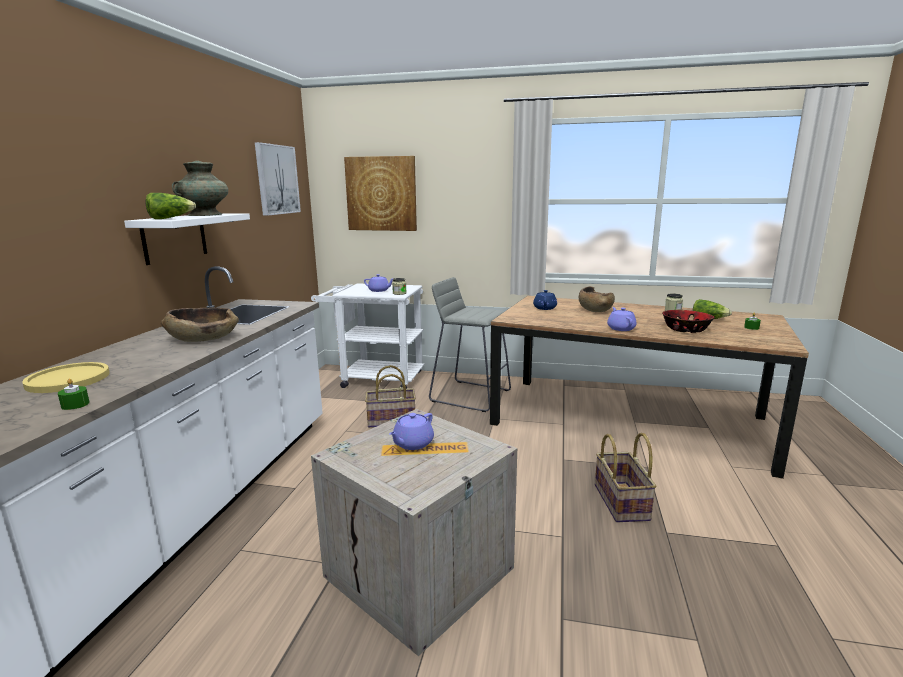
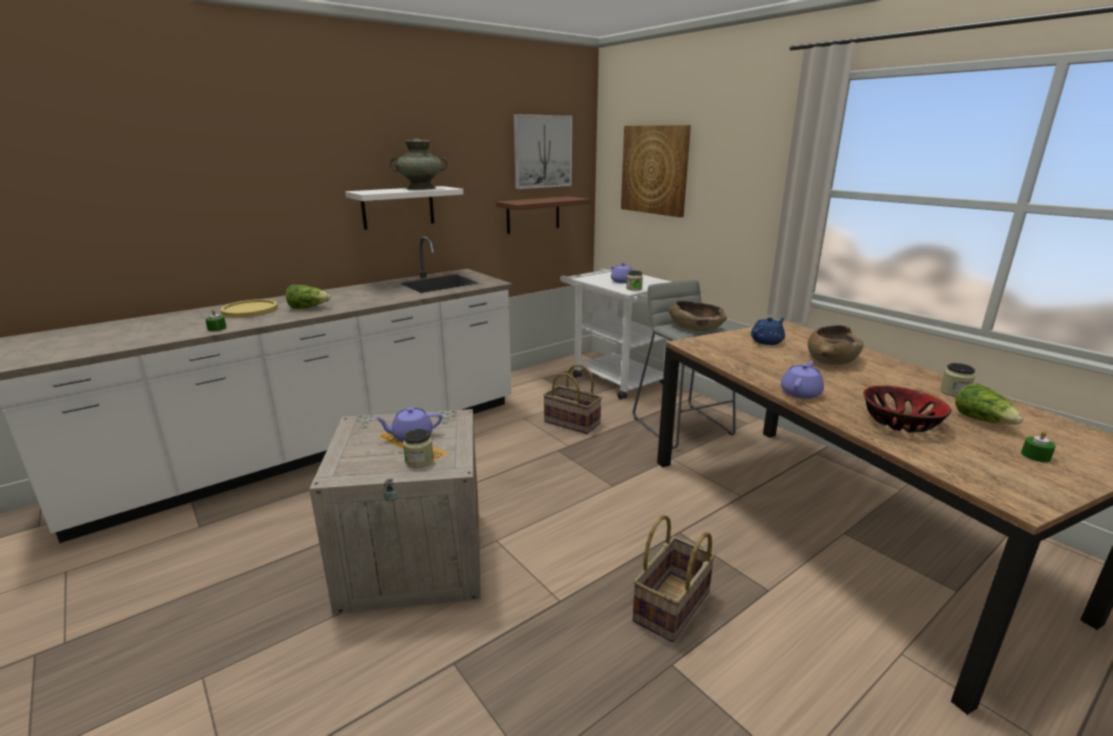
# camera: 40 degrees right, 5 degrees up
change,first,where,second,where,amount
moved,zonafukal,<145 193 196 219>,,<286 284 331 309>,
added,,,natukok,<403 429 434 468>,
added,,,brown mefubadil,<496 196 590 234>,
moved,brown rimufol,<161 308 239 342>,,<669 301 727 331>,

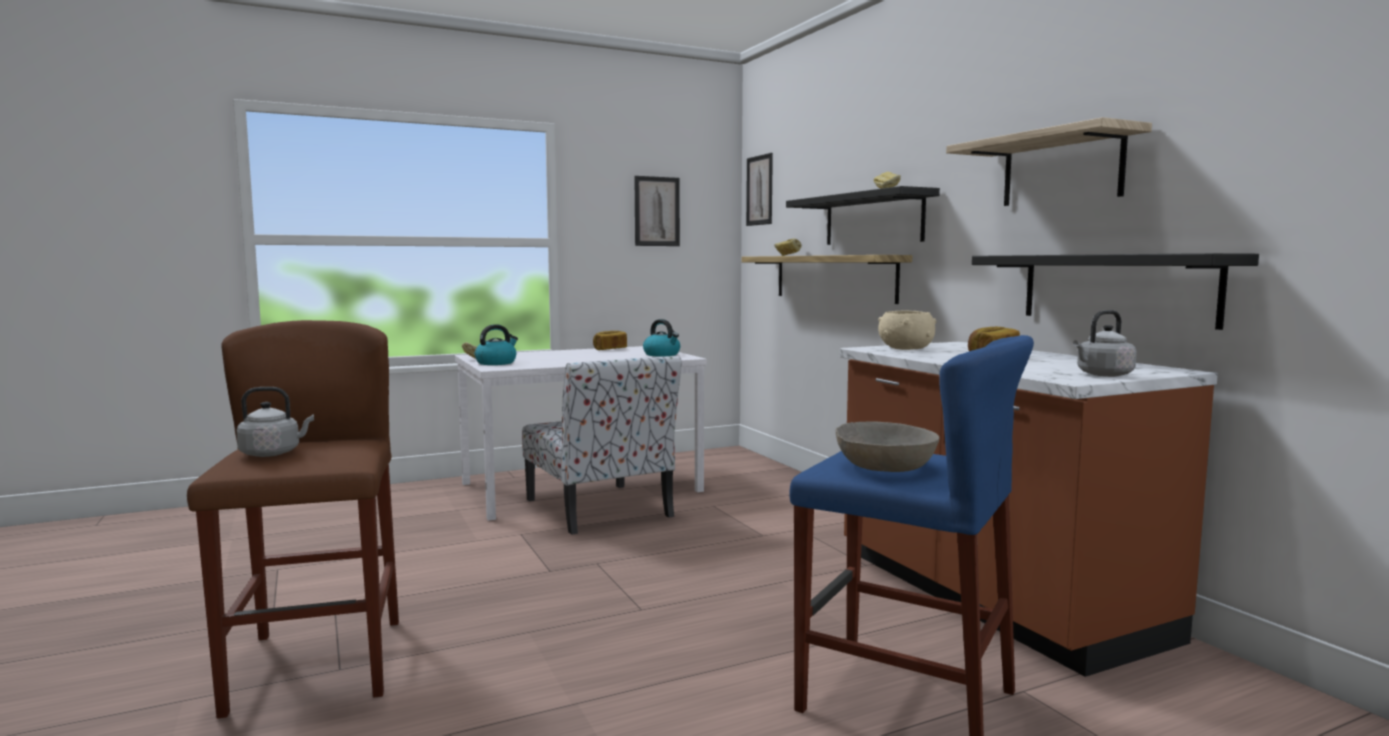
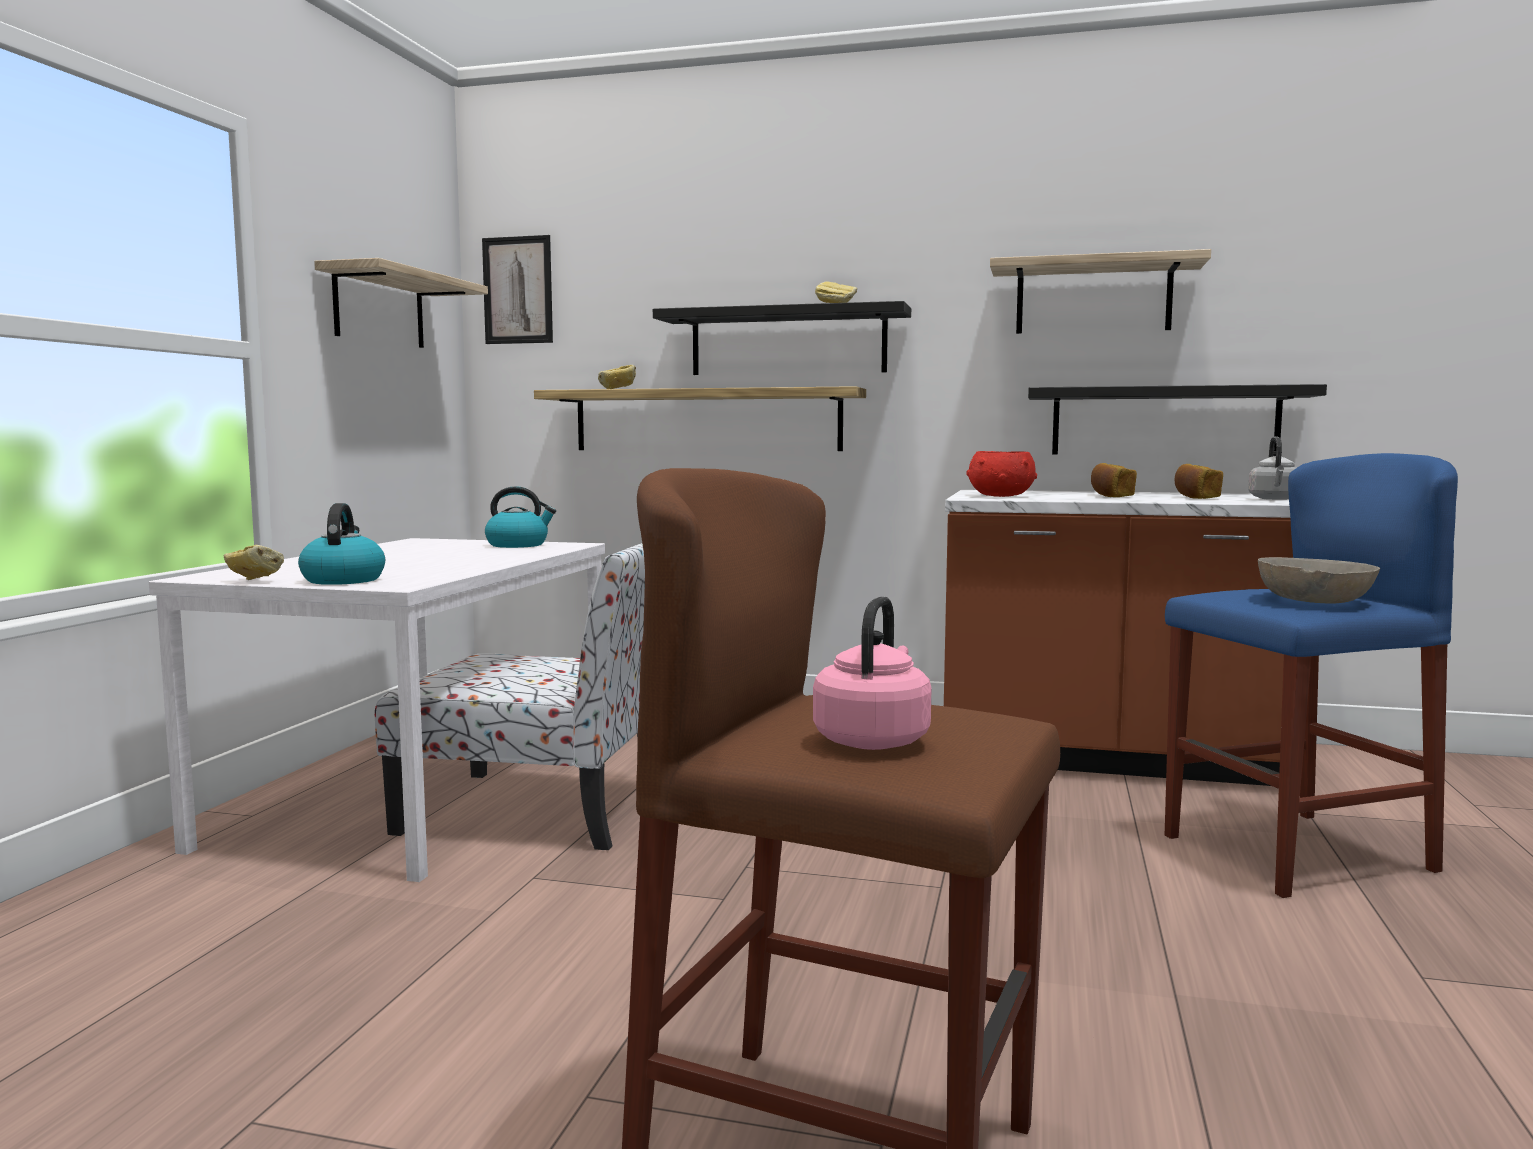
# camera: 50 degrees left, 0 degrees up
change,first,where,second,where,amount
replaced,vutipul,<634 176 680 246>,mefubadil,<314 258 488 348>,
recoloured,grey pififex,<236 387 314 457>,pink pififex,<813 597 932 750>,
recoloured,beige rimufol,<878 310 936 350>,red rimufol,<966 451 1037 497>,
moved,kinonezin,<593 331 627 350>,,<1175 464 1223 499>,

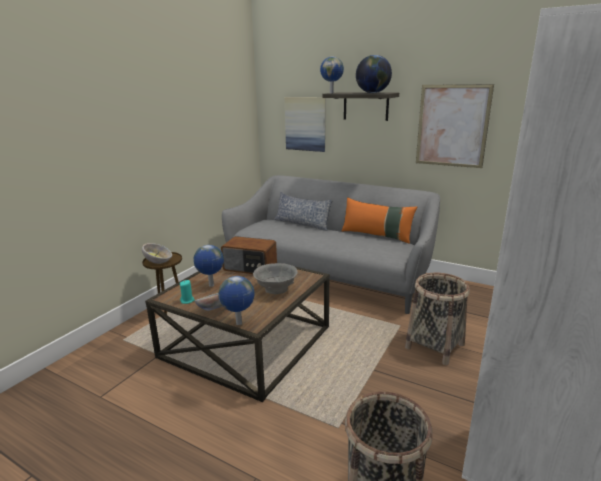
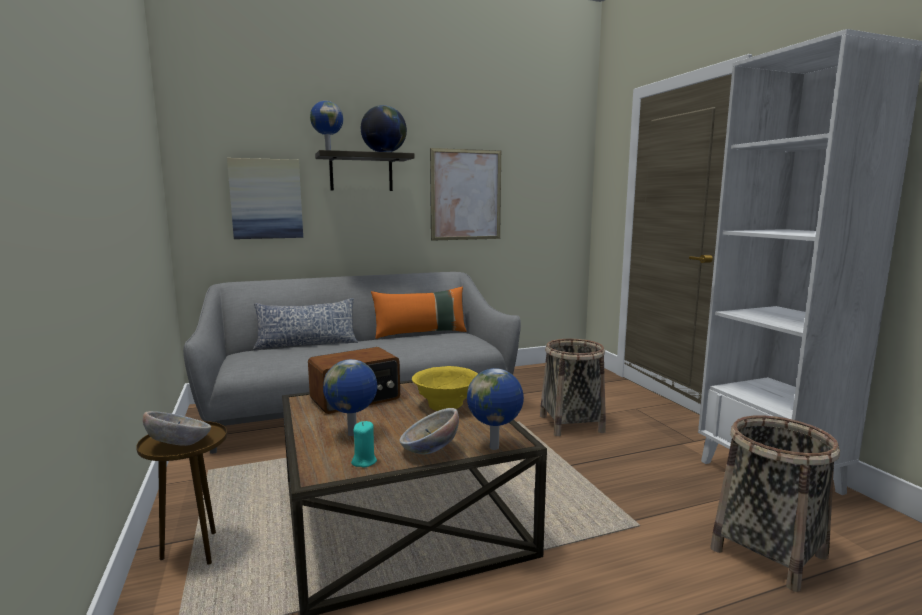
# camera: 50 degrees left, 10 degrees down
change,first,where,second,where,amount
recoloured,grey rimufol,<253 263 298 294>,yellow rimufol,<412 366 478 411>,

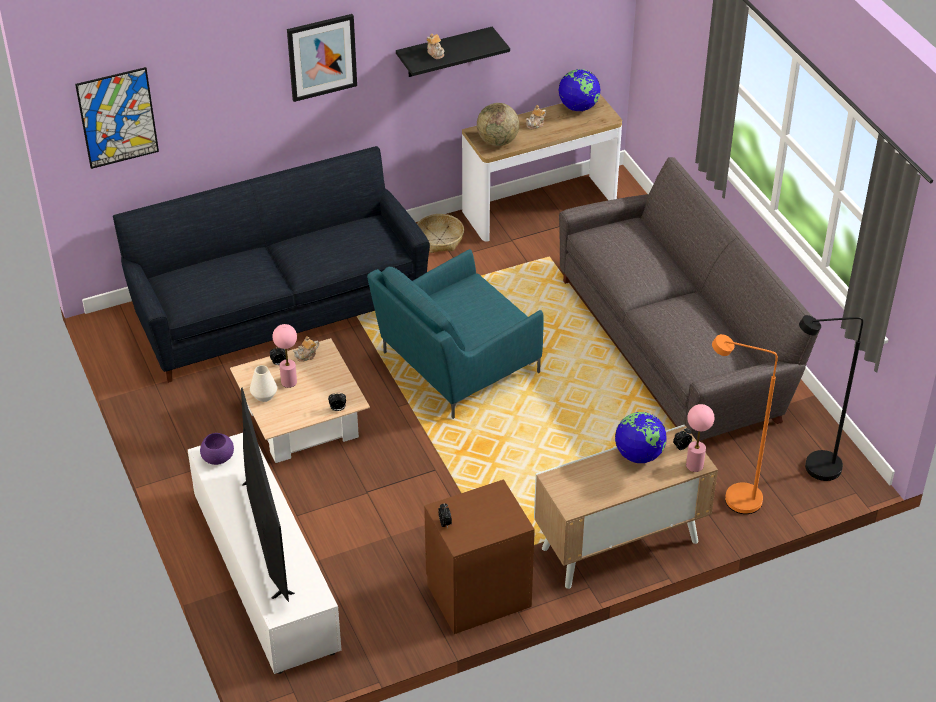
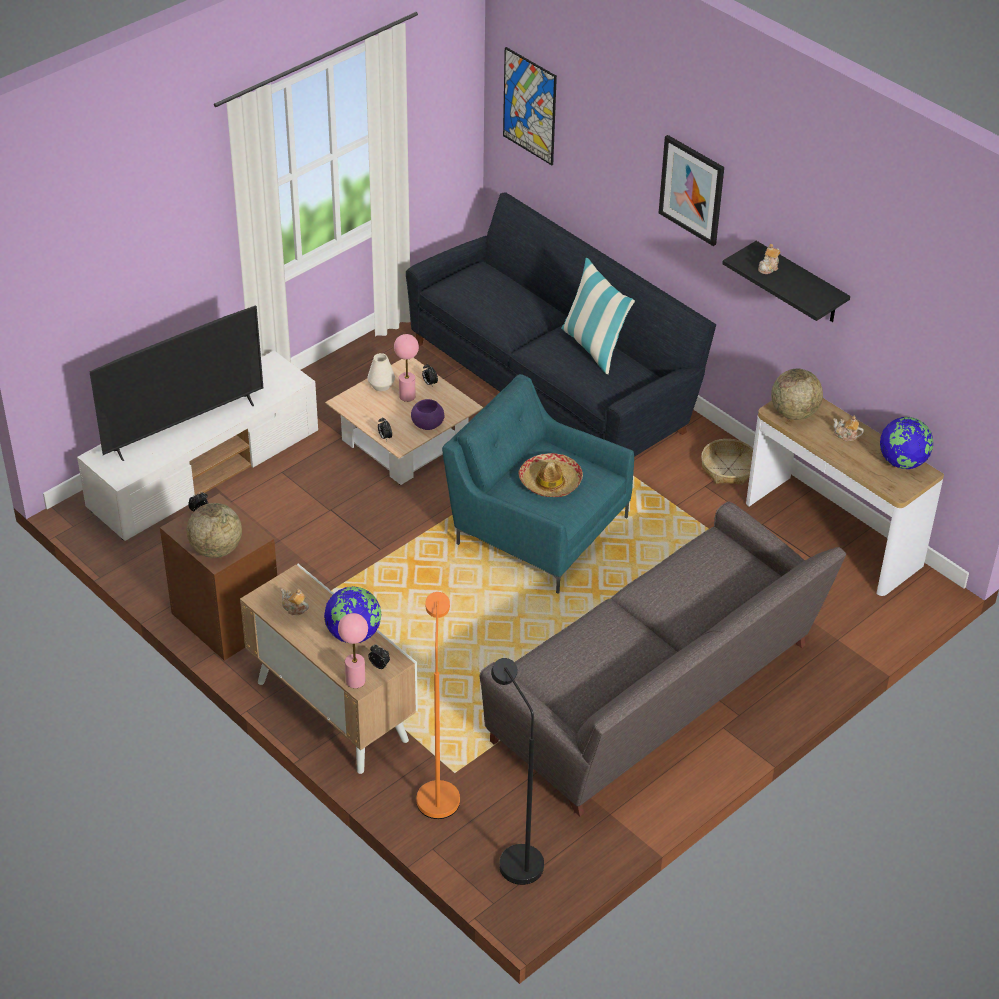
# camera: 70 degrees right, 0 degrees up
change,first,where,second,where,amount
added,,,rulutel,<187 503 242 558>,
moved,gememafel,<293 336 319 362>,,<281 589 309 615>,
moved,purple rimufol,<200 433 234 465>,,<411 399 445 430>,
added,,,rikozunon,<518 453 583 497>,
added,,,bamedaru,<561 258 635 374>,

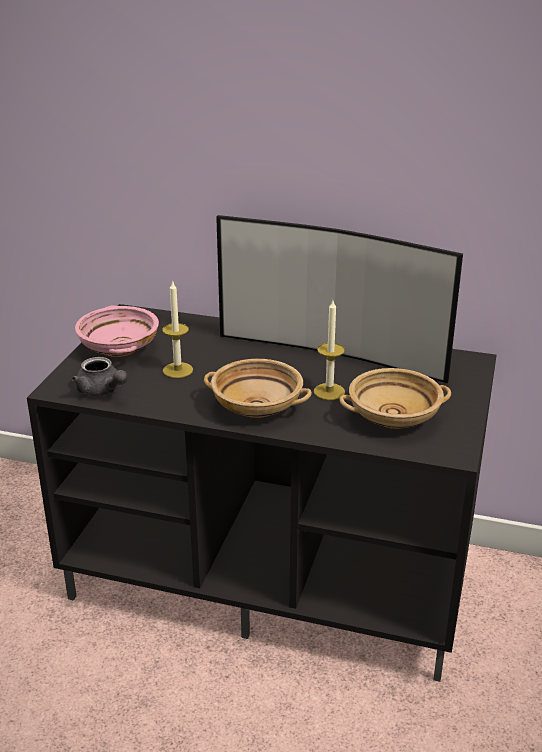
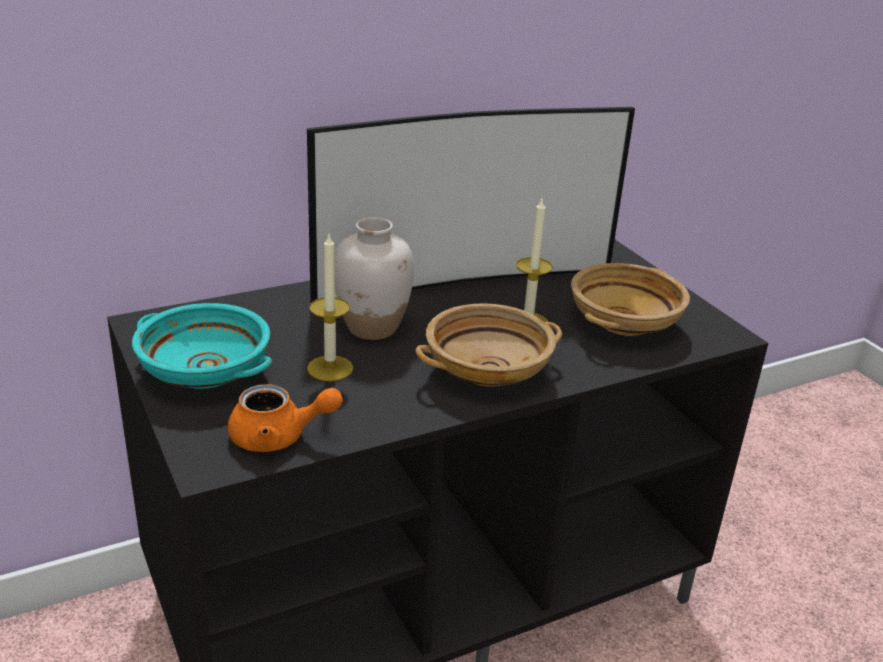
# camera: 45 degrees left, 0 degrees up
change,first,where,second,where,amount
recoloured,pink rimufol,<75 306 159 357>,turquoise rimufol,<132 303 272 389>,
recoloured,grey gememafel,<72 357 128 396>,orange gememafel,<228 384 343 452>,
added,,,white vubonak,<334 217 414 340>,

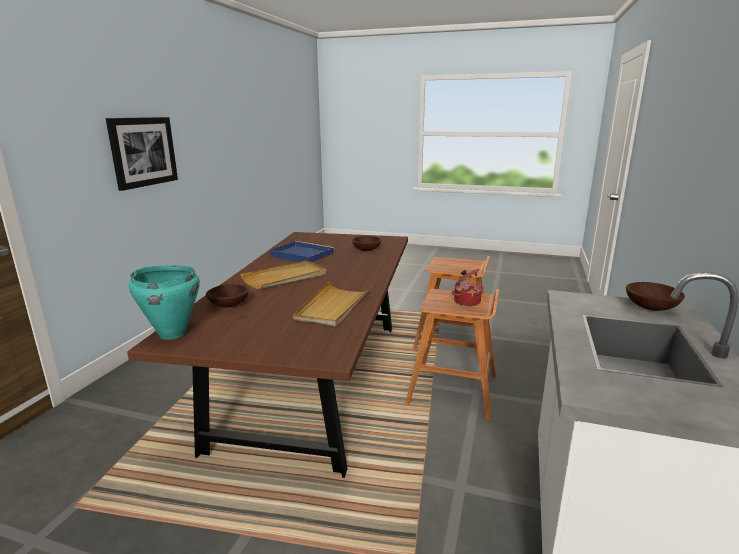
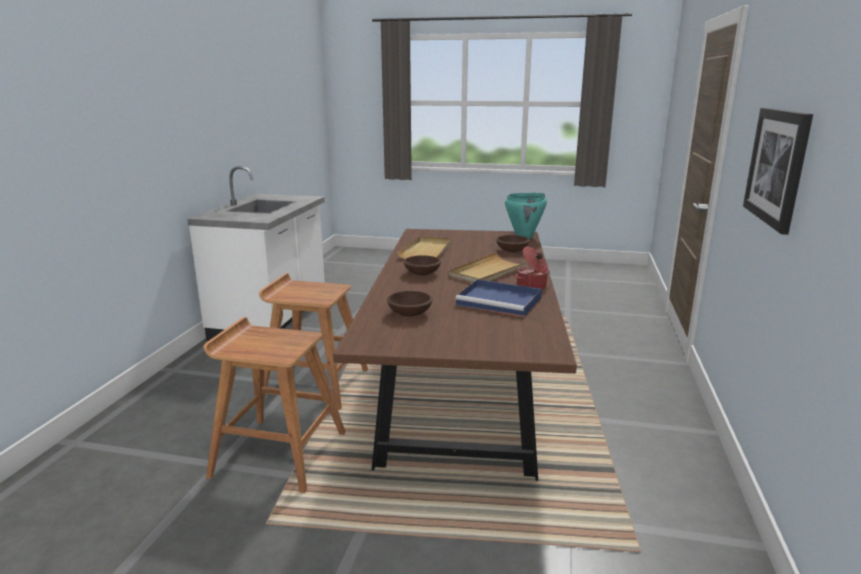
# camera: 175 degrees right, 0 degrees up
change,first,where,second,where,amount
moved,brown rimufol,<626 282 685 311>,,<403 255 441 275>,
moved,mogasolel,<452 269 484 306>,,<515 247 550 289>,

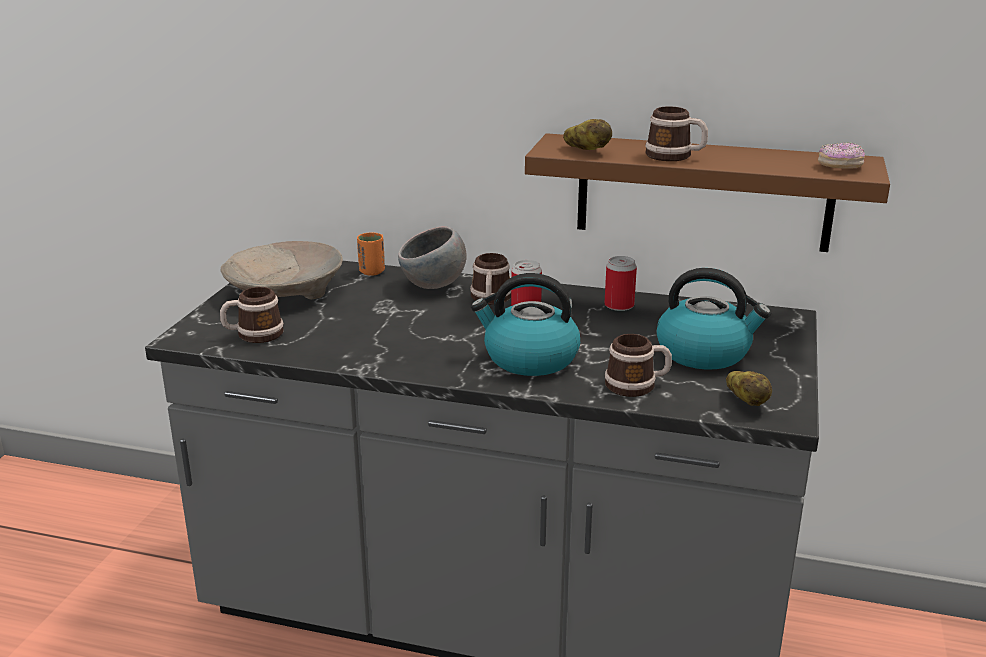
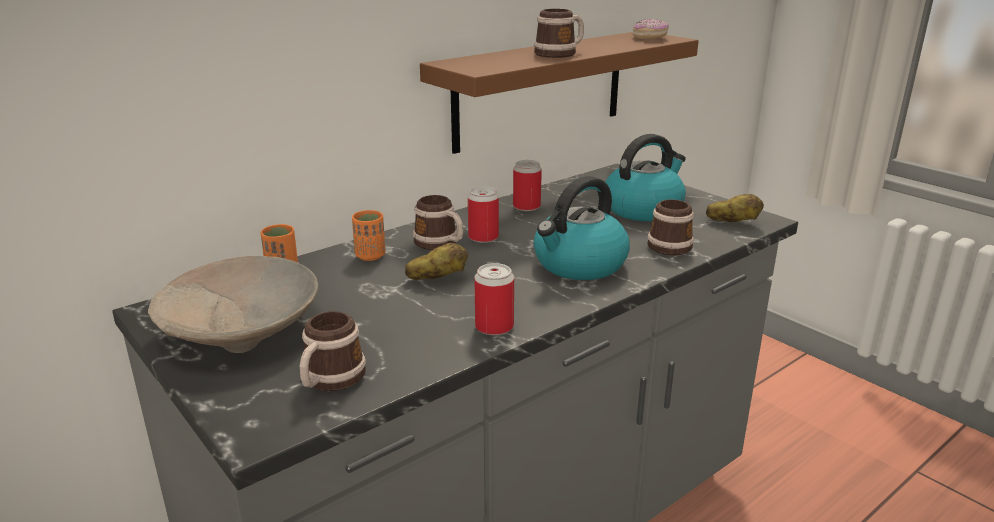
# camera: 55 degrees left, 0 degrees up
change,first,where,second,where,amount
replaced,grey rimufol,<398 226 467 289>,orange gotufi,<352 210 385 261>,
moved,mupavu,<563 119 612 150>,,<405 243 468 280>,
added,,,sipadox,<474 263 514 335>,

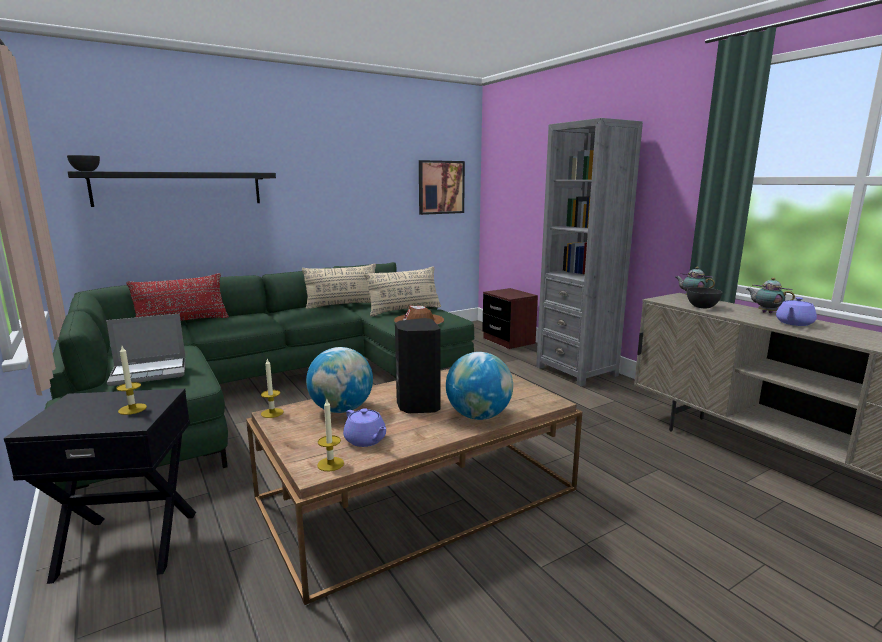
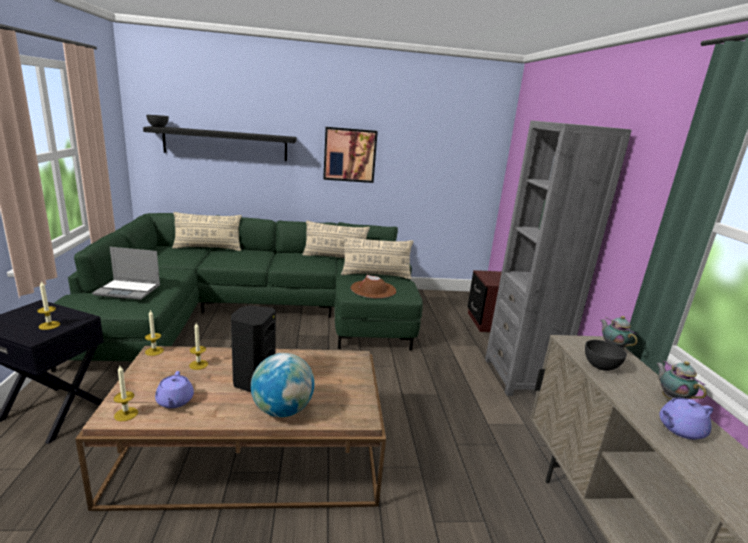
# camera: 25 degrees right, 5 degrees up
change,first,where,second,where,amount
recoloured,red bamedaru,<127 273 229 321>,beige bamedaru,<172 212 242 251>,
replaced,rulutel,<306 347 373 413>,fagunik,<189 323 208 370>,
moved,vutipul,<419 160 465 215>,,<323 127 378 183>,

